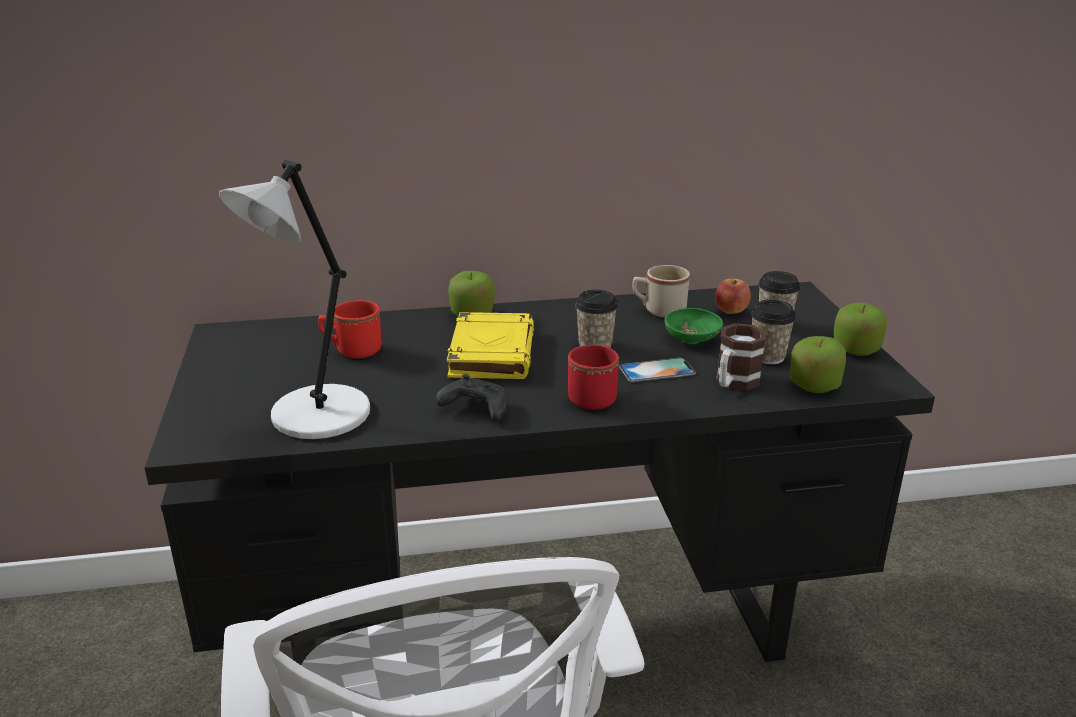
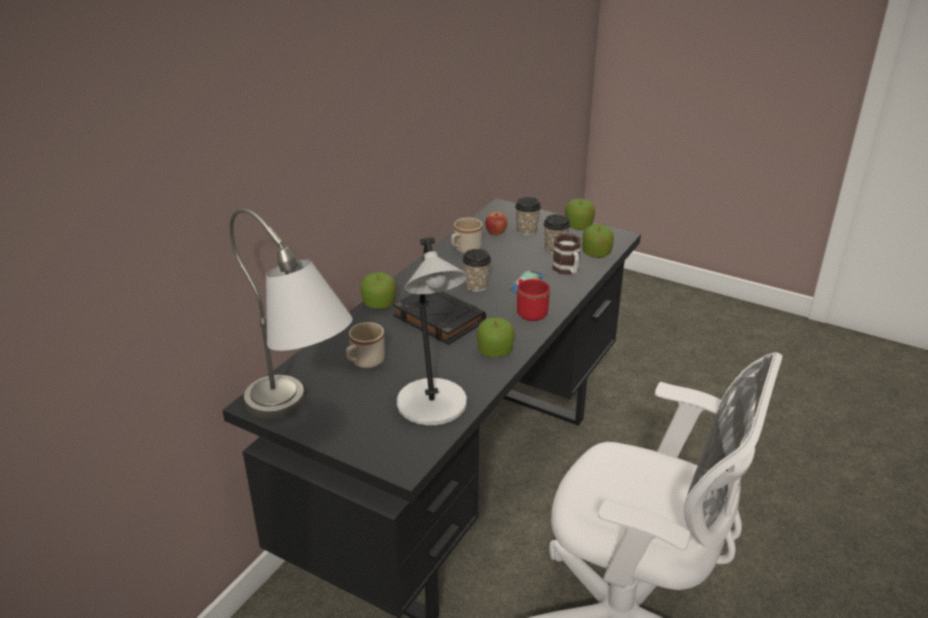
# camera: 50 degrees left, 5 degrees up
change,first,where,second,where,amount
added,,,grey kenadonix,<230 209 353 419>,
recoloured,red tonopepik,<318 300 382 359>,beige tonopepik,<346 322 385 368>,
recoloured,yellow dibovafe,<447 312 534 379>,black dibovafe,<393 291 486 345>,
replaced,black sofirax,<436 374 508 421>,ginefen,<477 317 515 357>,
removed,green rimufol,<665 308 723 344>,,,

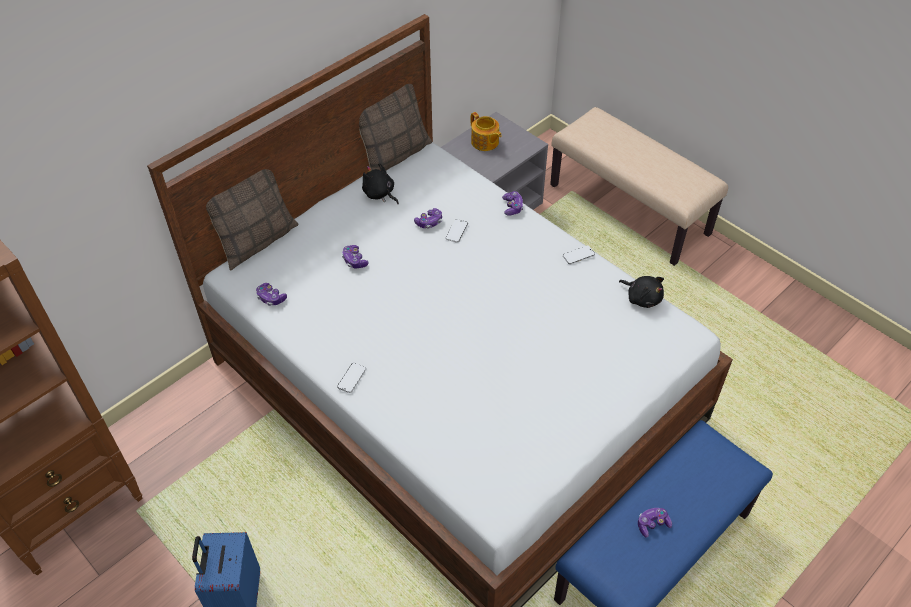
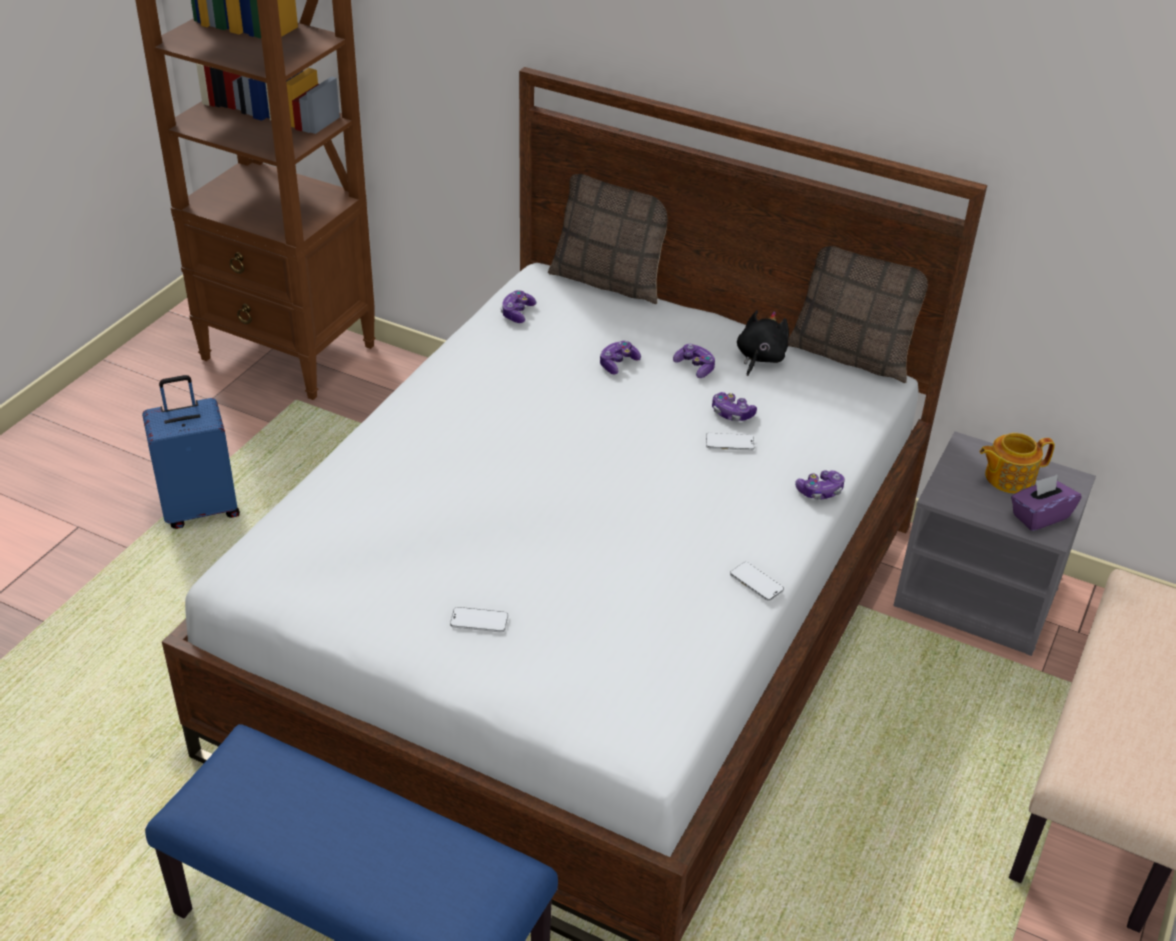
# camera: 70 degrees right, 10 degrees down
change,first,where,second,where,amount
moved,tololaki,<337 363 366 393>,,<450 607 508 633>,
moved,sofirax,<638 508 672 537>,,<673 344 715 378>,
turned,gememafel,<471 112 502 151>,,<980 433 1055 494>,45 degrees clockwise
added,,,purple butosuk,<1011 475 1081 531>,
removed,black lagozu,<619 276 664 308>,,,

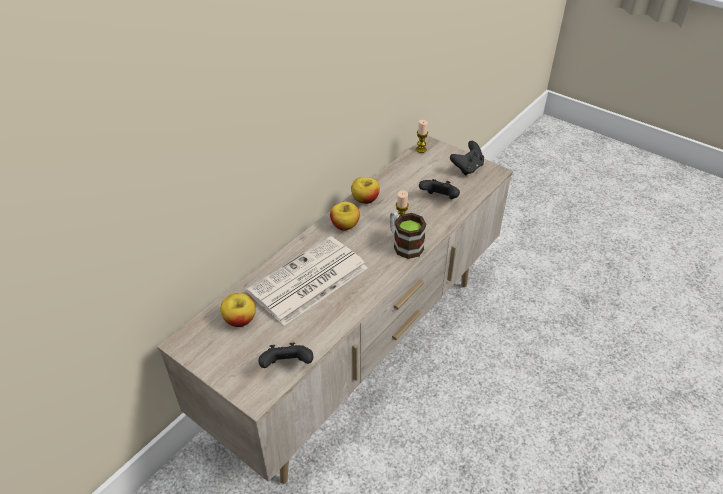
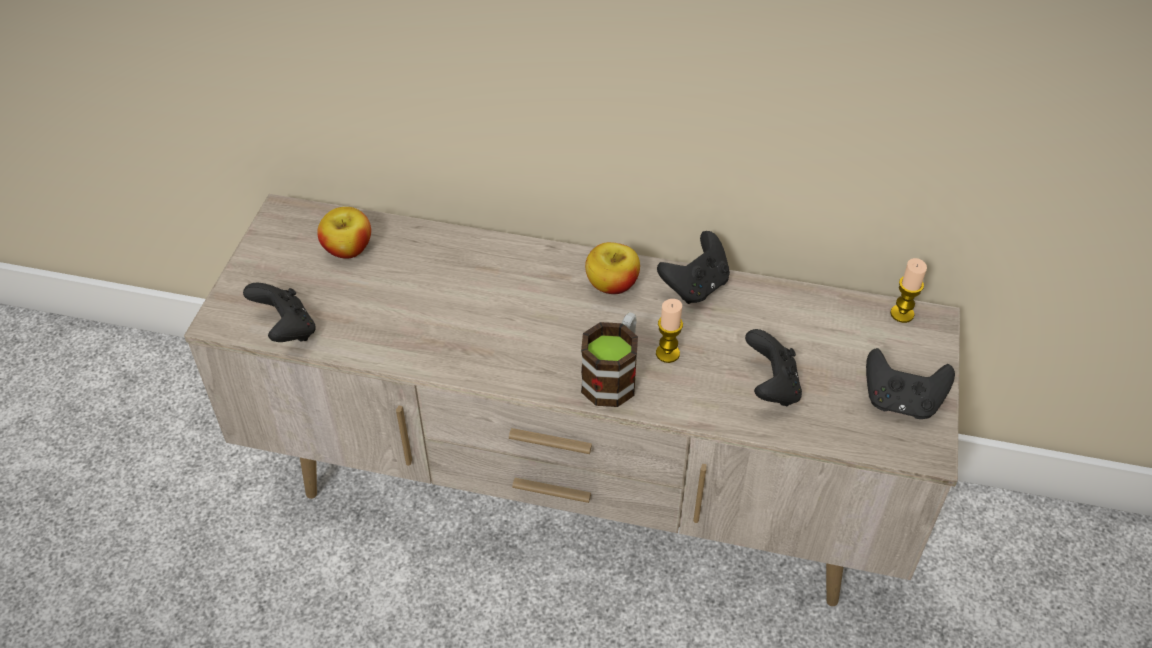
# camera: 65 degrees right, 5 degrees up
change,first,where,second,where,amount
replaced,ginefen,<351 177 380 204>,black sofirax,<657 231 730 304>,
removed,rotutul,<246 236 368 326>,,,

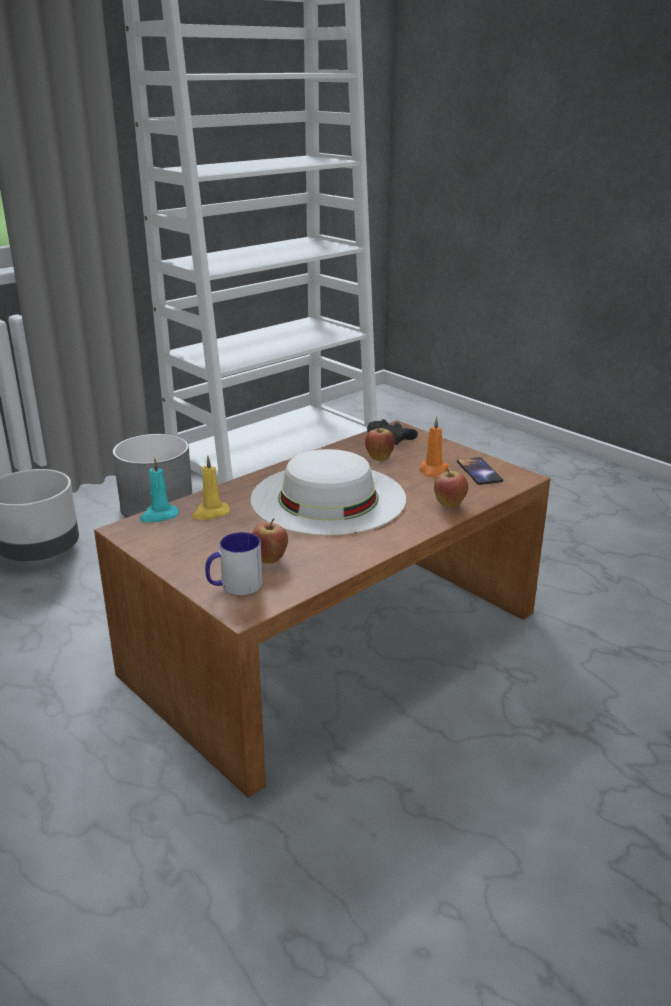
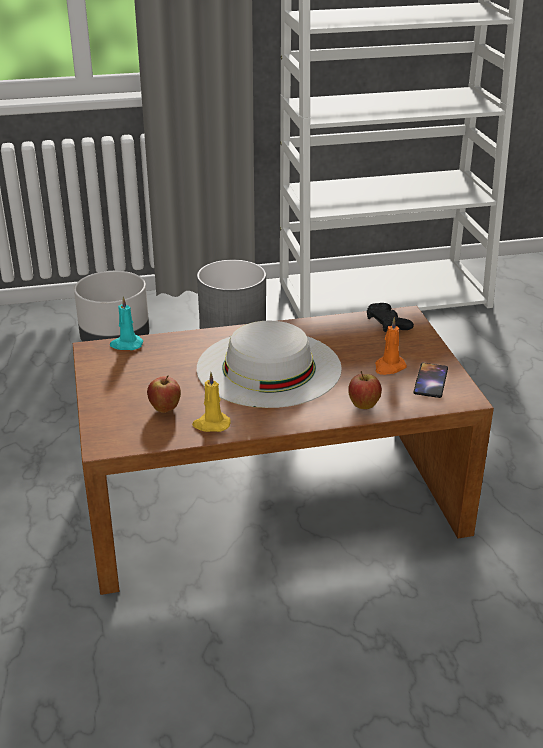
# camera: 30 degrees right, 5 degrees up
change,first,where,second,where,amount
moved,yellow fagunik,<192 455 230 520>,,<192 372 231 432>,
removed,tonopepik,<205 532 263 595>,,,
removed,ginefen,<365 423 395 461>,,,

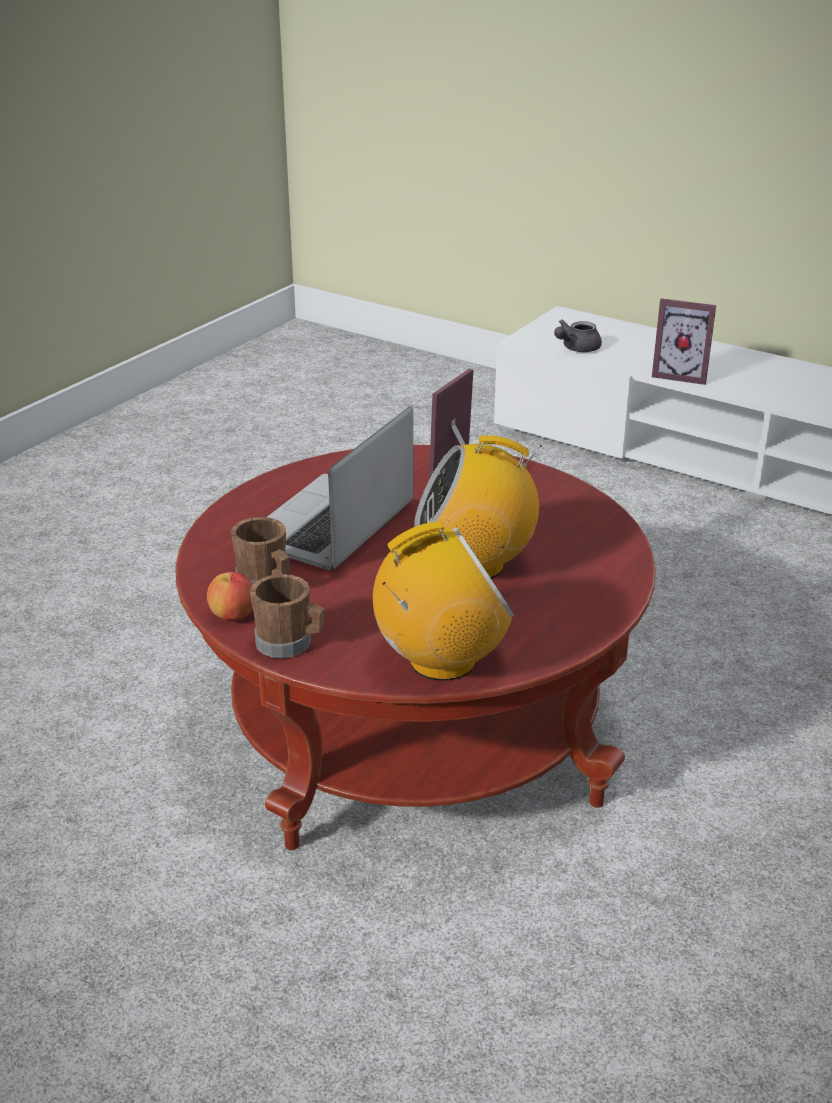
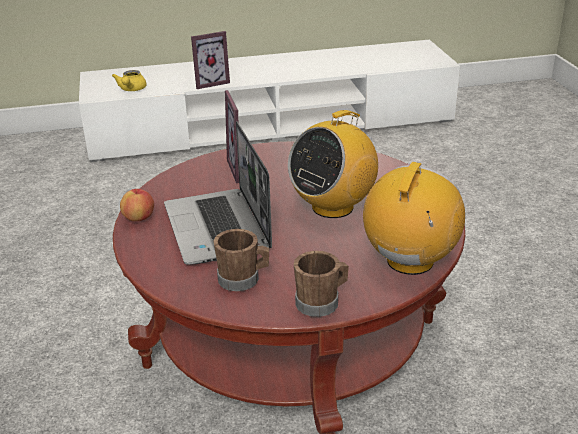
# camera: 45 degrees left, 0 degrees up
change,first,where,second,where,amount
recoloured,grey gememafel,<554 319 602 352>,yellow gememafel,<112 70 147 91>,
moved,ginefen,<207 572 253 620>,,<120 189 154 221>,

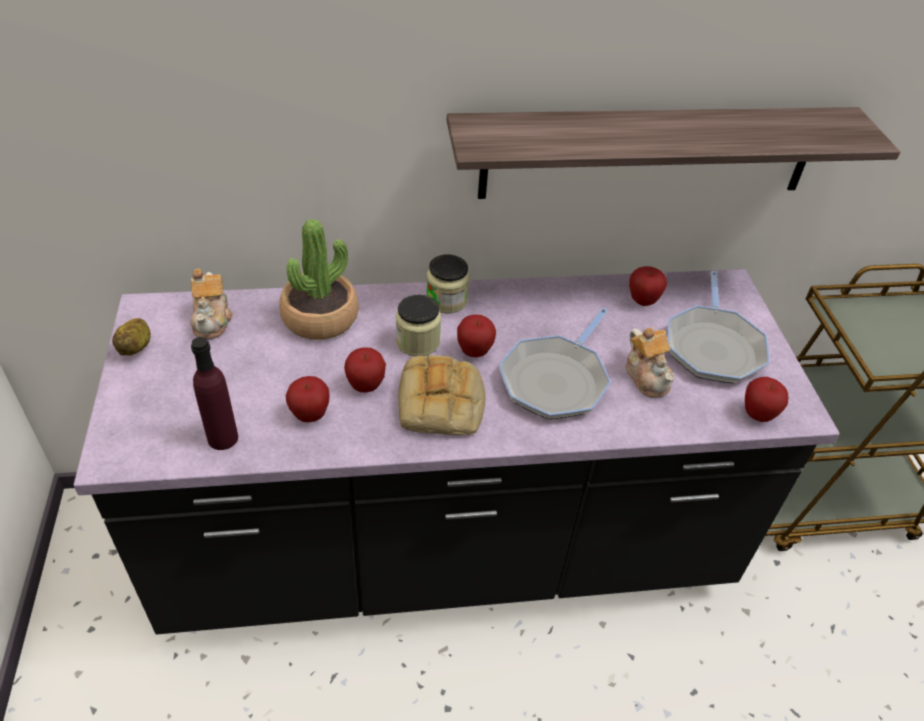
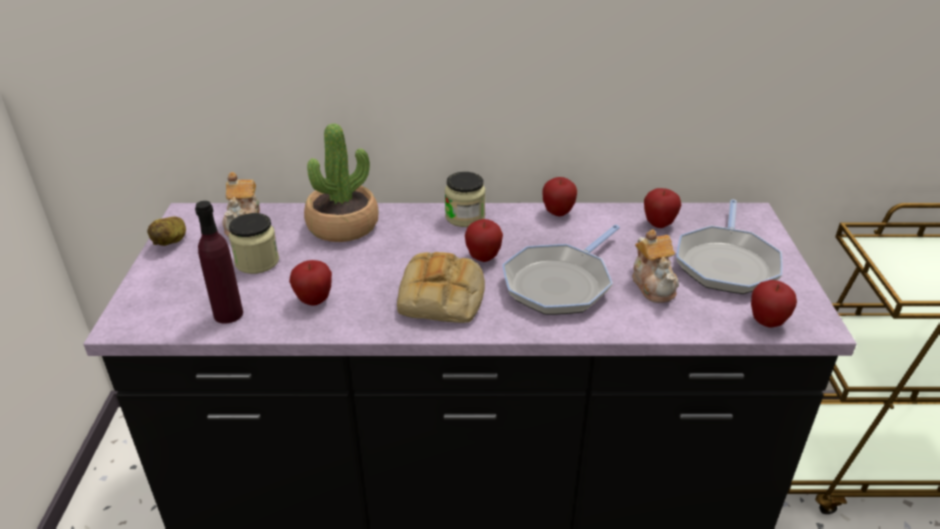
# camera: 10 degrees right, 10 degrees down
change,first,where,second,where,amount
moved,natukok,<396 294 441 356>,,<229 213 279 274>,
moved,ginefen,<344 347 386 392>,,<542 177 577 216>,
removed,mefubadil,<447 107 900 199>,,,

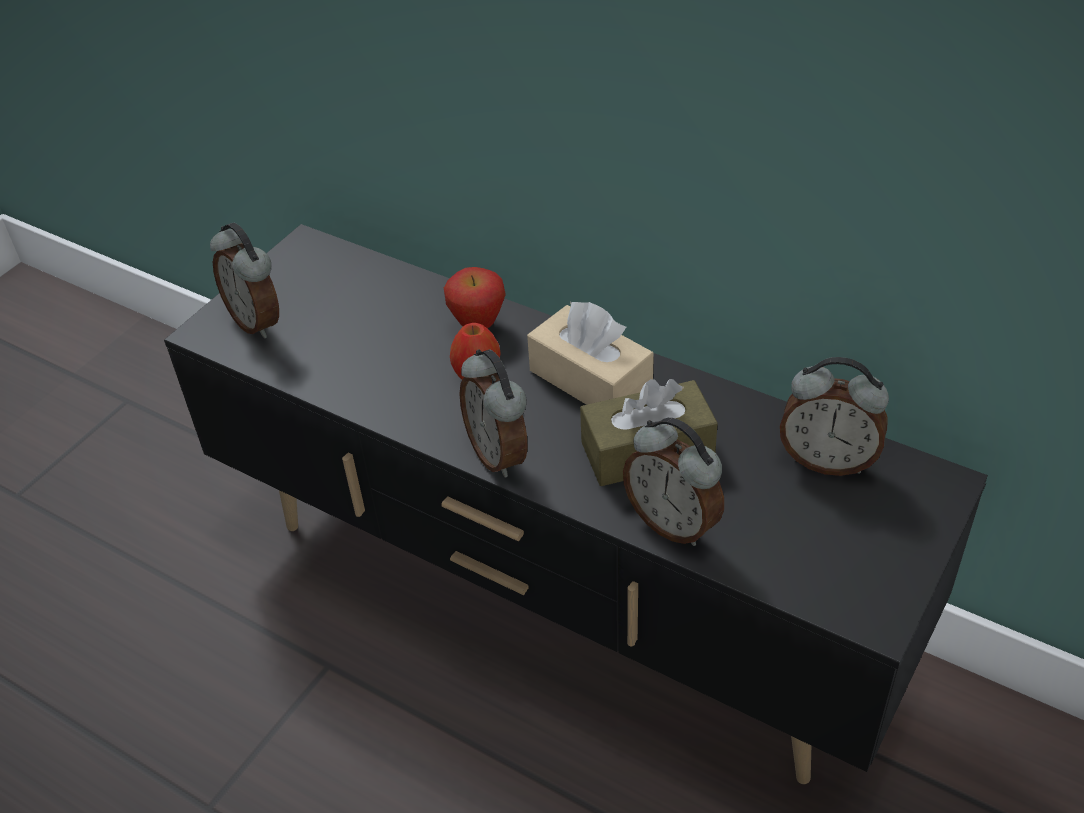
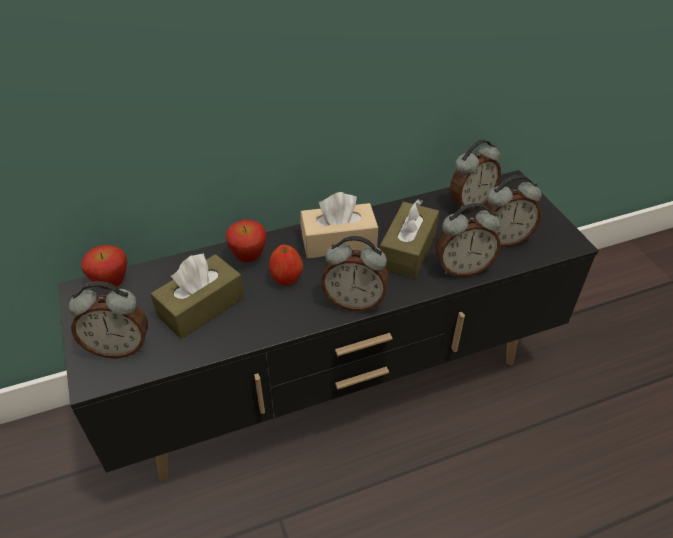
# camera: 55 degrees left, 0 degrees up
change,first,where,second,where,amount
added,,,ginefen,<81 245 127 289>,
added,,,brown butosuk,<151 253 244 339>,
added,,,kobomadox,<482 175 542 247>,

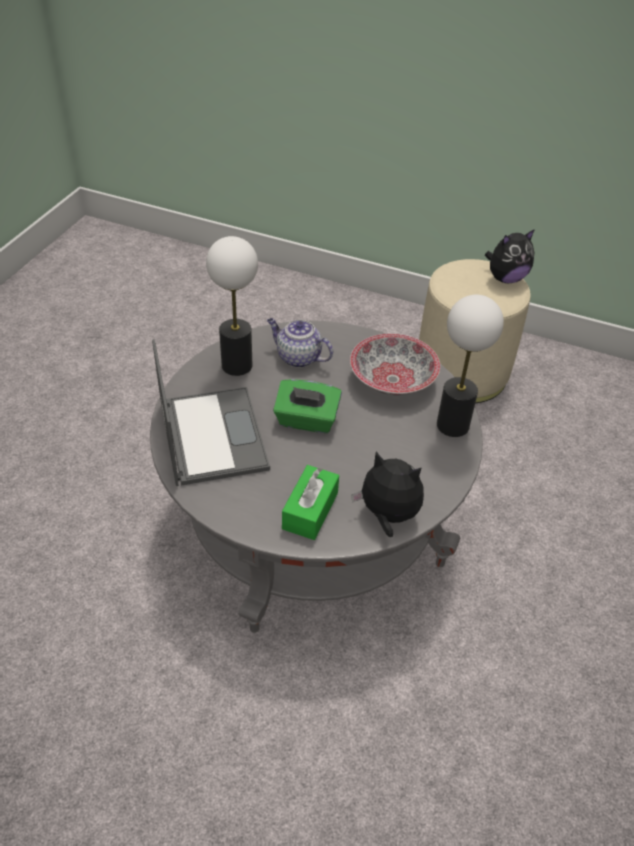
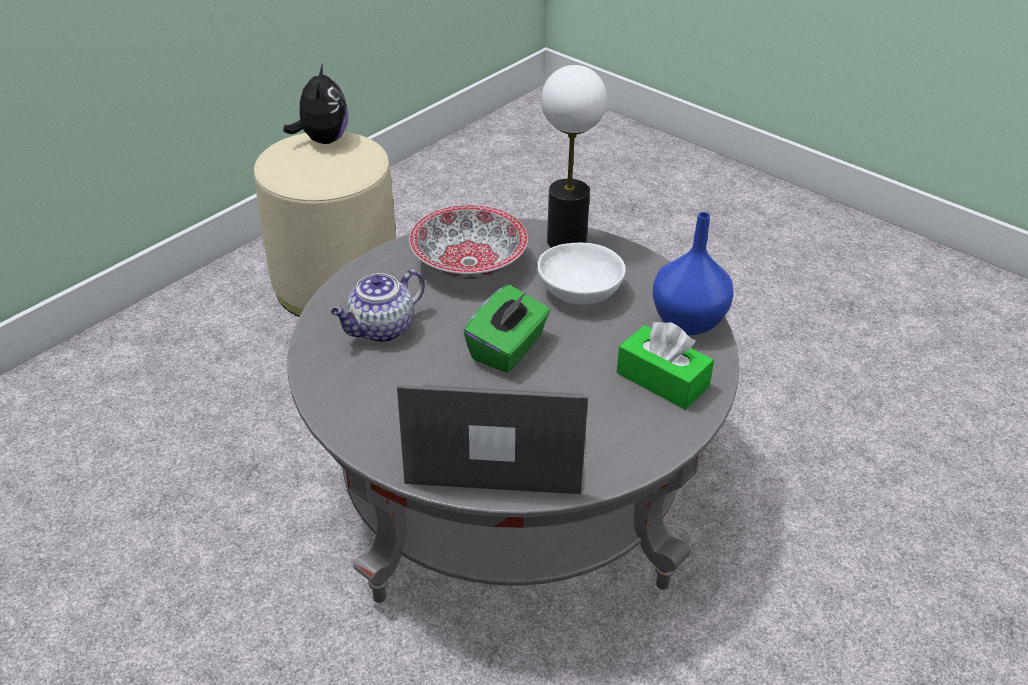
# camera: 70 degrees left, 5 degrees down
change,first,where,second,where,amount
added,,,white rimufol,<537 243 626 305>,
replaced,lagozu,<351 451 424 537>,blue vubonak,<653 212 733 335>,
removed,kenadonix,<206 236 258 376>,,,

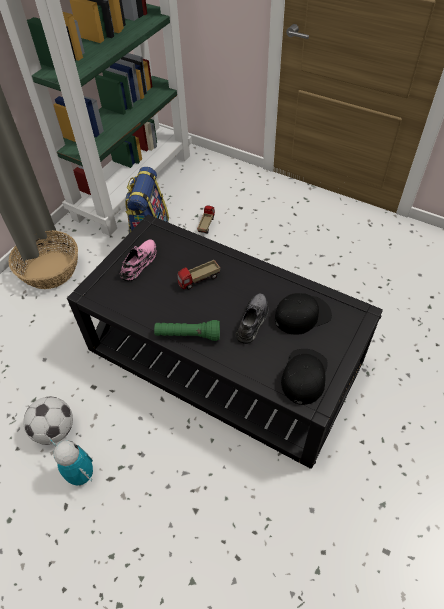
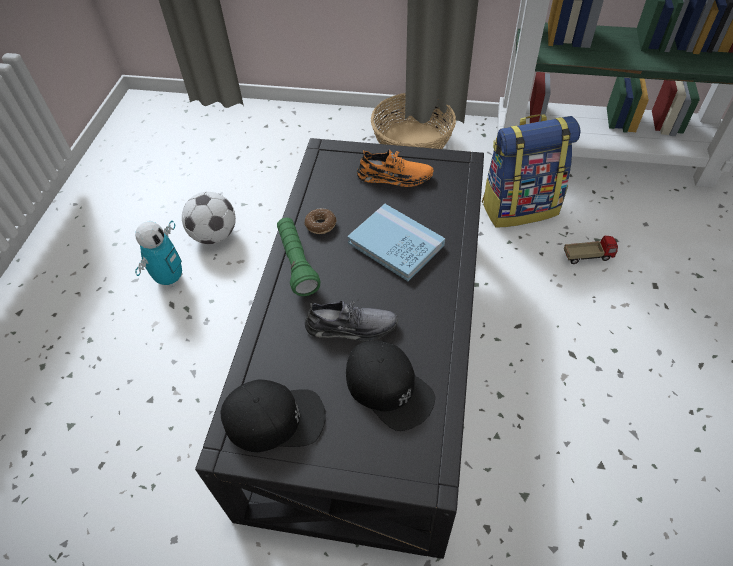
# camera: 70 degrees right, 0 degrees up
change,first,where,second,where,amount
added,,,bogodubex,<305 208 337 234>,
replaced,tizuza,<177 260 220 289>,blue dibovafe,<347 204 445 281>,
recoloured,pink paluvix,<120 239 156 281>,orange paluvix,<357 149 434 187>,

